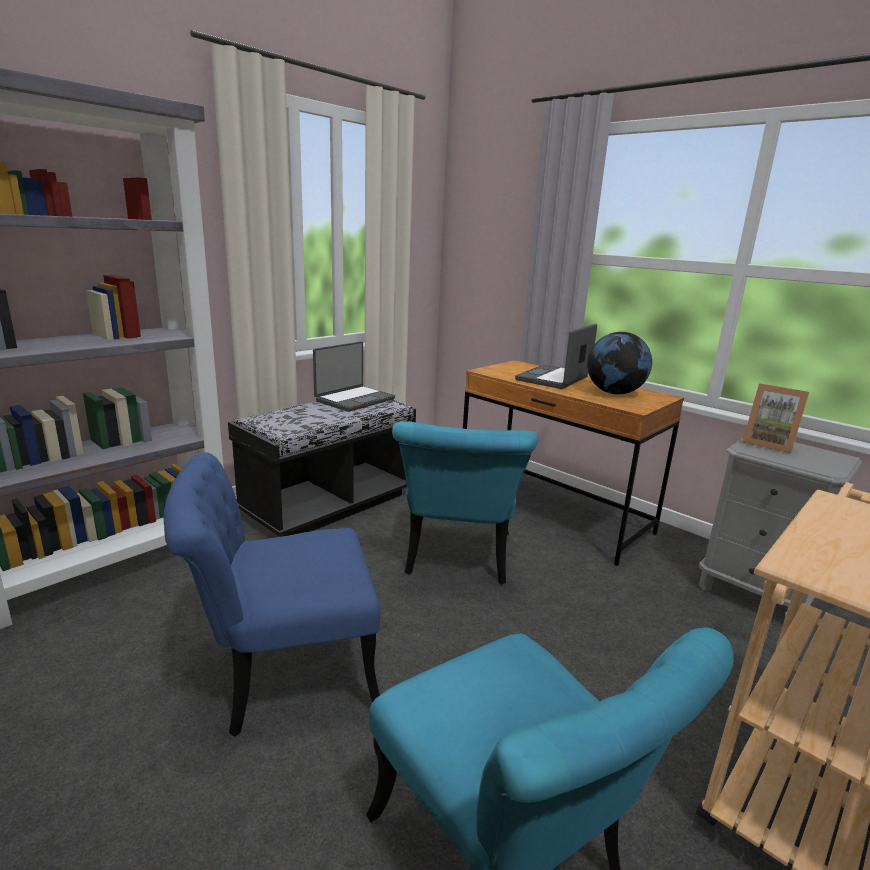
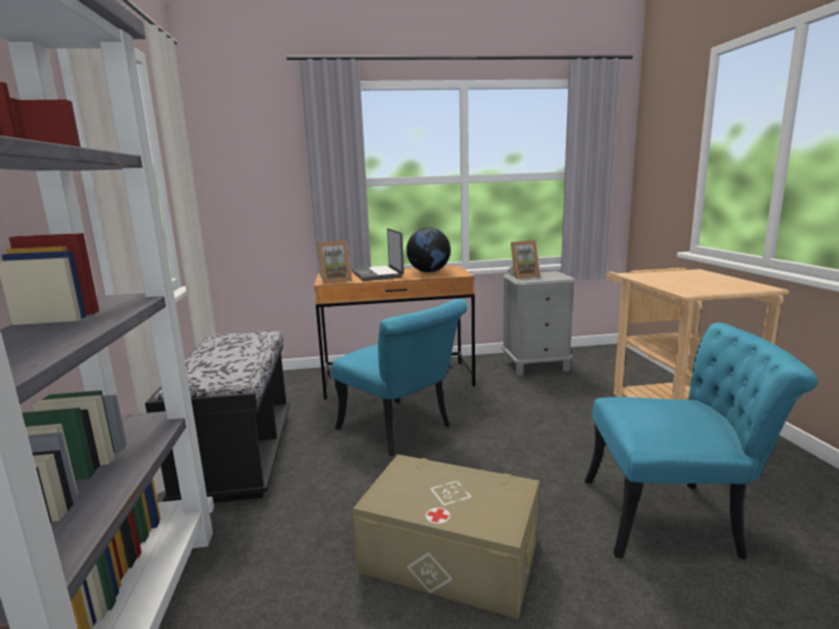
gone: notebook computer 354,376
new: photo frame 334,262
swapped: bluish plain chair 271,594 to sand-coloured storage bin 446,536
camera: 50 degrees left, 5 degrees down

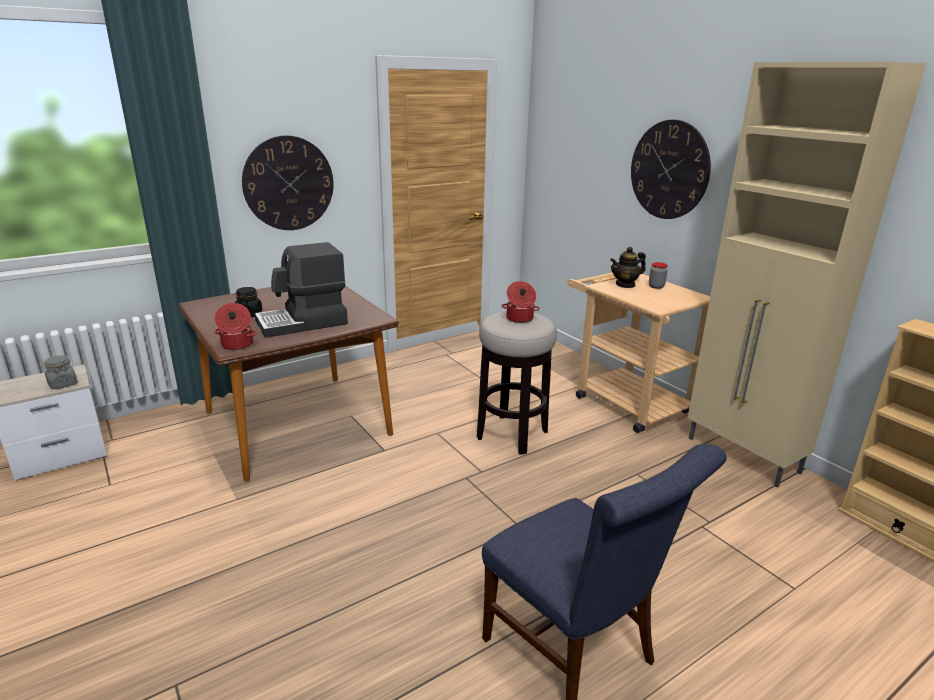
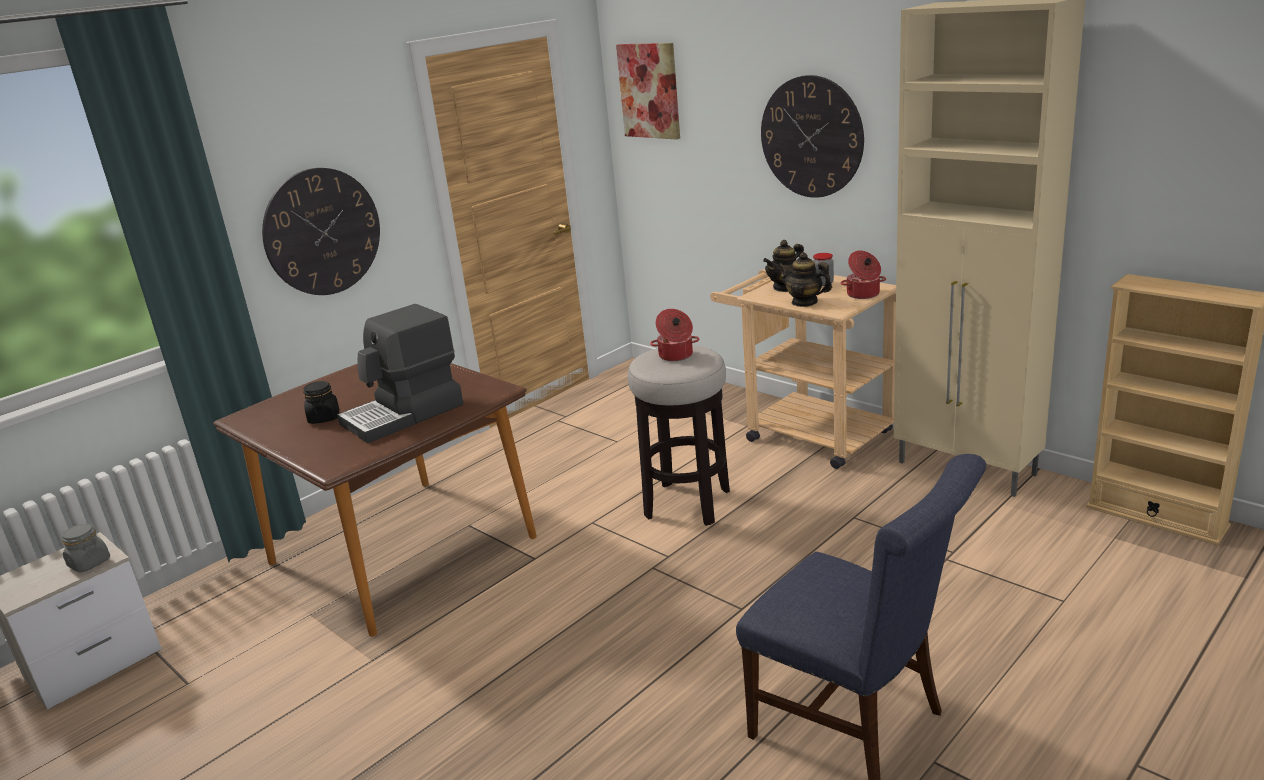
new: wall picture 648,91; teapot 805,279
shifted: cooking pot 235,326 to 863,275
camera: 10 degrees left, 0 degrees up

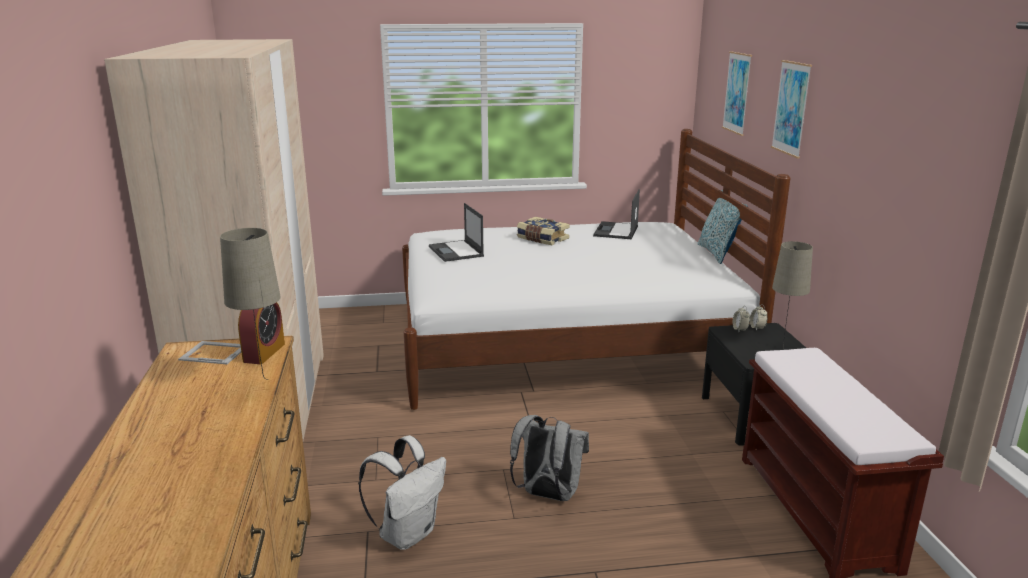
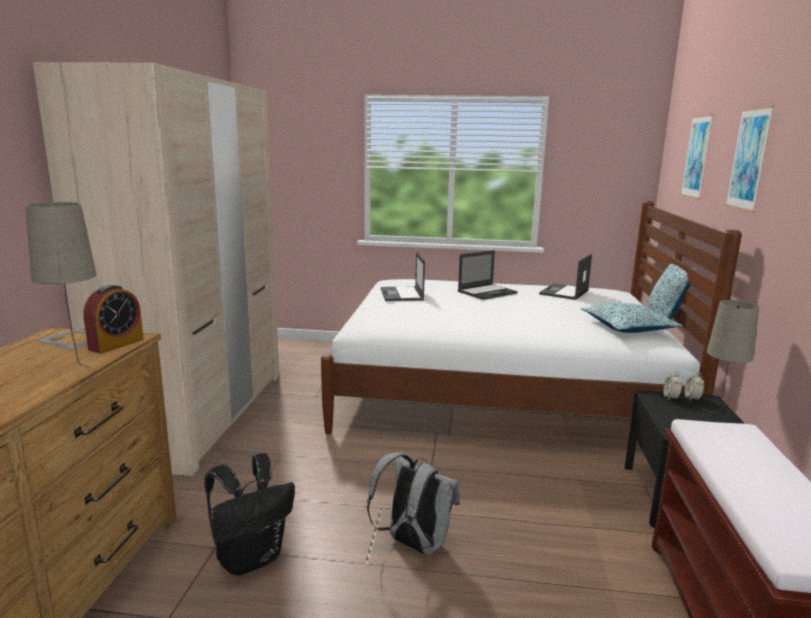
new: throw pillow 632,318
swapped: bound book 543,231 to notebook computer 488,275
repainted: white rucksack 402,492 to black rucksack 249,515
camera: 15 degrees right, 5 degrees down

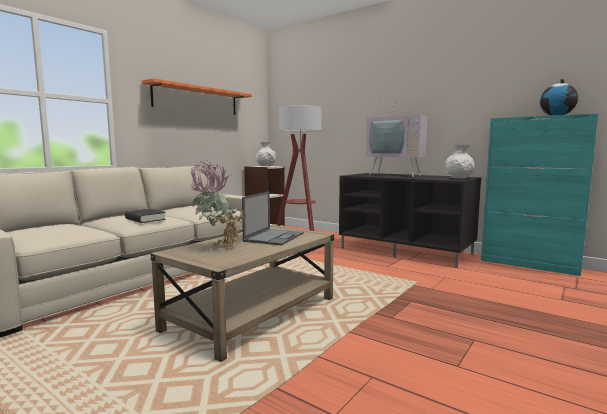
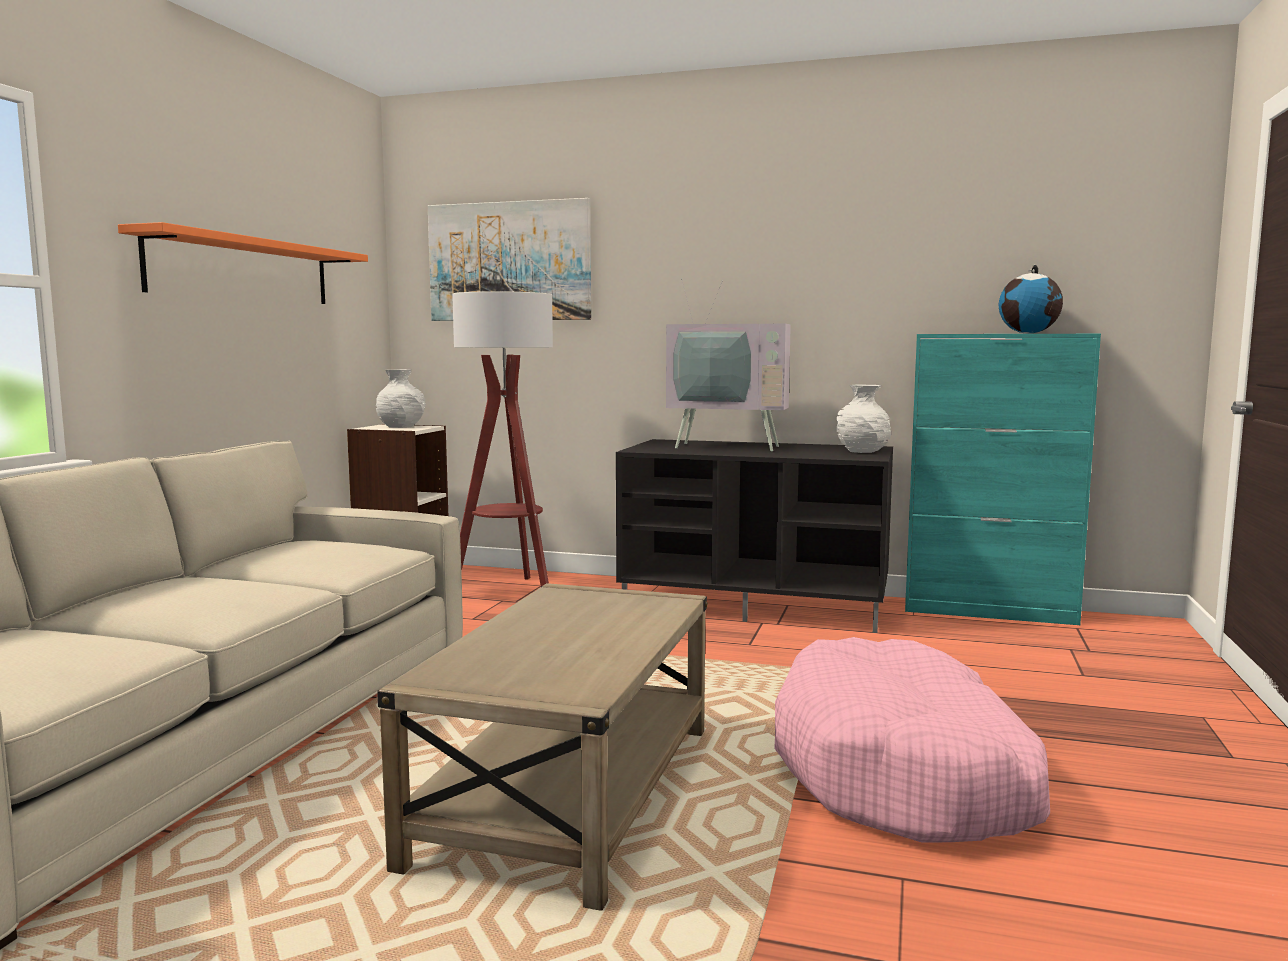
gone: plant in a pot 216,204; notebook computer 273,219; black bound book 145,216
new: wall picture 509,259; pinkish pet bed 912,739
camera: 20 degrees left, 0 degrees up

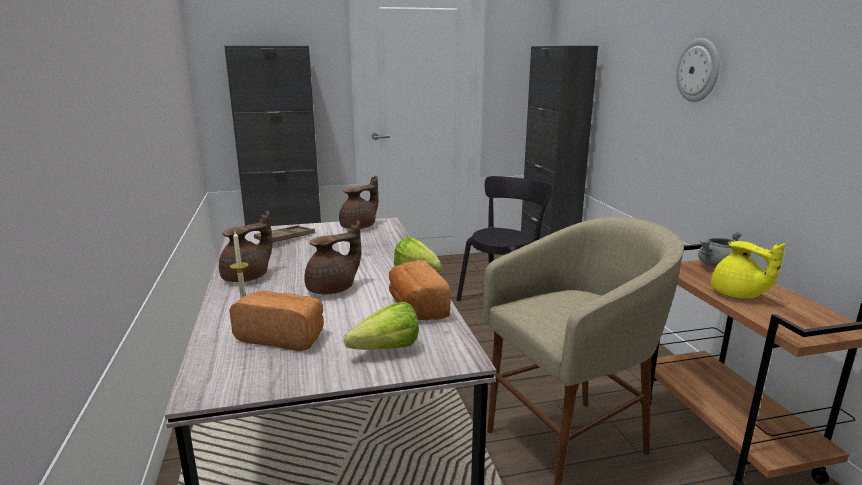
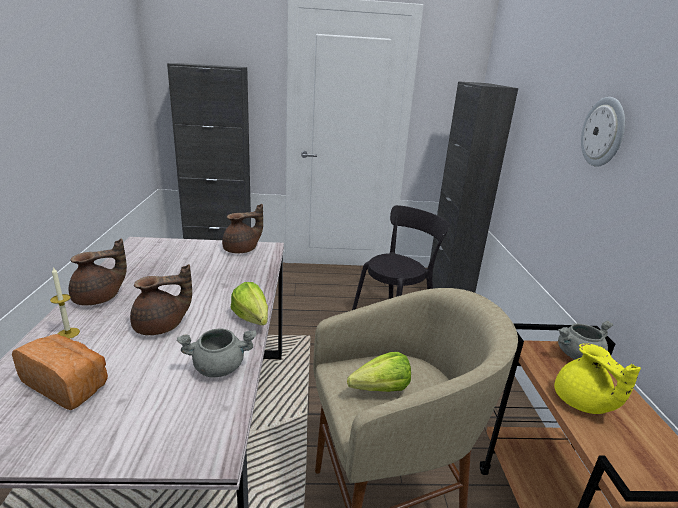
gone: brownish serving tray 284,234
shifted: lettuce head 381,326 to 379,372
swapped: bakery bread 419,290 to greyish cooking pot 216,353
camera: 10 degrees right, 5 degrees up

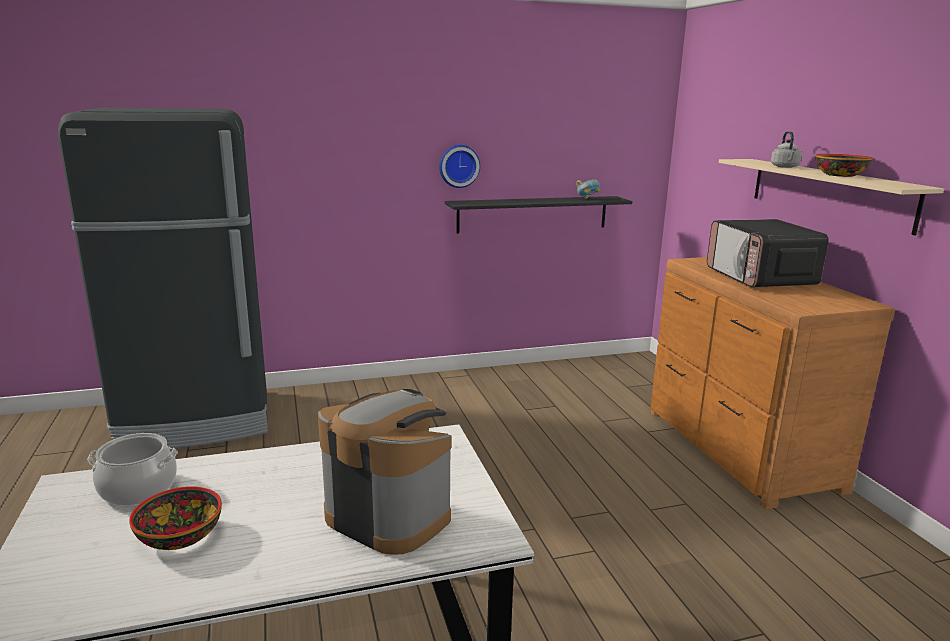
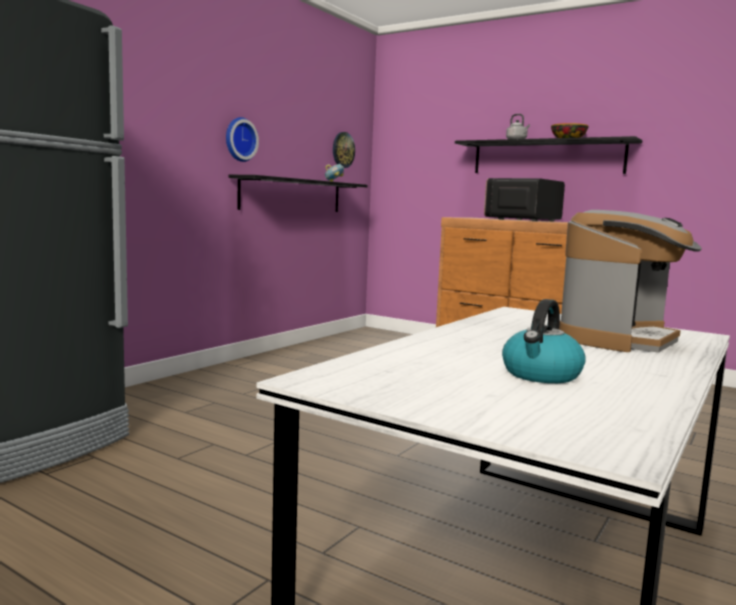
gone: cooking pot 132,469
new: hanging clock 344,150
swapped: bowl 175,518 to tea kettle 544,341
repainted: sand-coloured bracket shelf 831,197 to black bracket shelf 548,155
rotated: microwave oven 768,253 = 524,199 90 degrees clockwise; coffee maker 384,472 = 630,281 135 degrees clockwise
camera: 40 degrees left, 10 degrees down

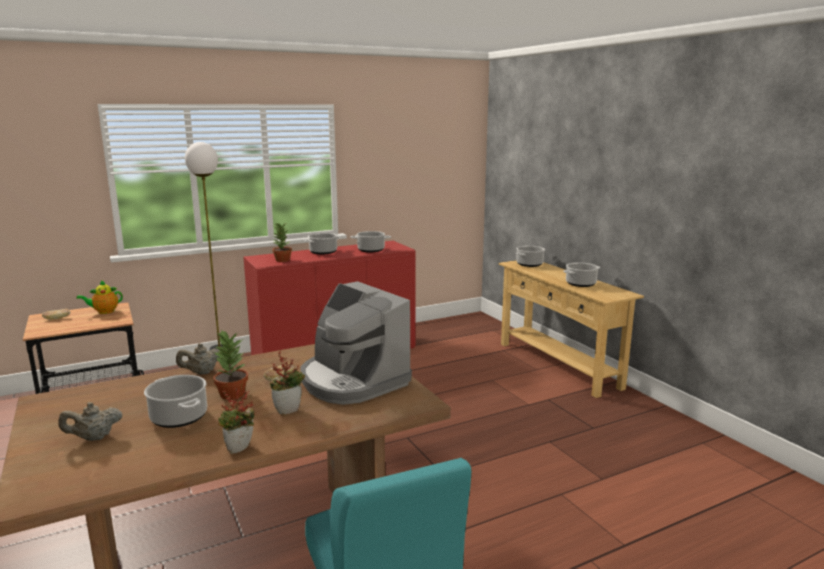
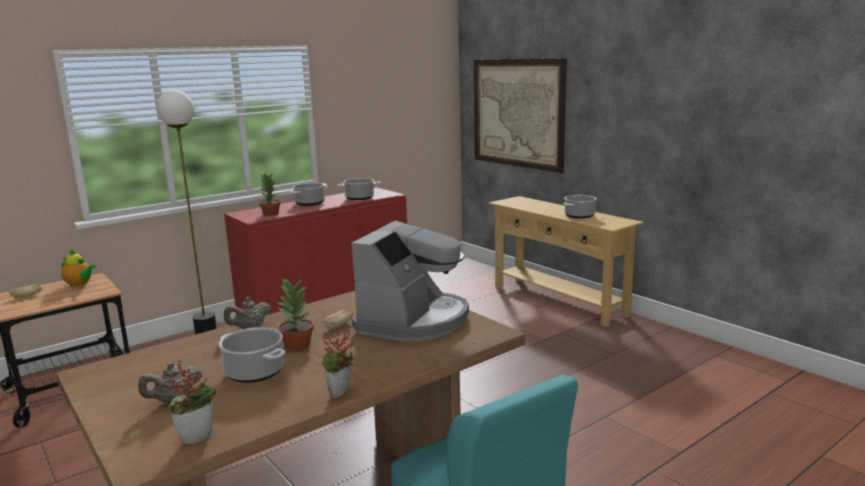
gone: cooking pot 530,256
new: wall picture 520,115
shifted: plant in a pot 287,382 to 192,402
rotated: teapot 99,297 = 78,268 120 degrees counterclockwise; coffee maker 356,343 = 410,280 105 degrees counterclockwise
camera: 10 degrees left, 0 degrees up

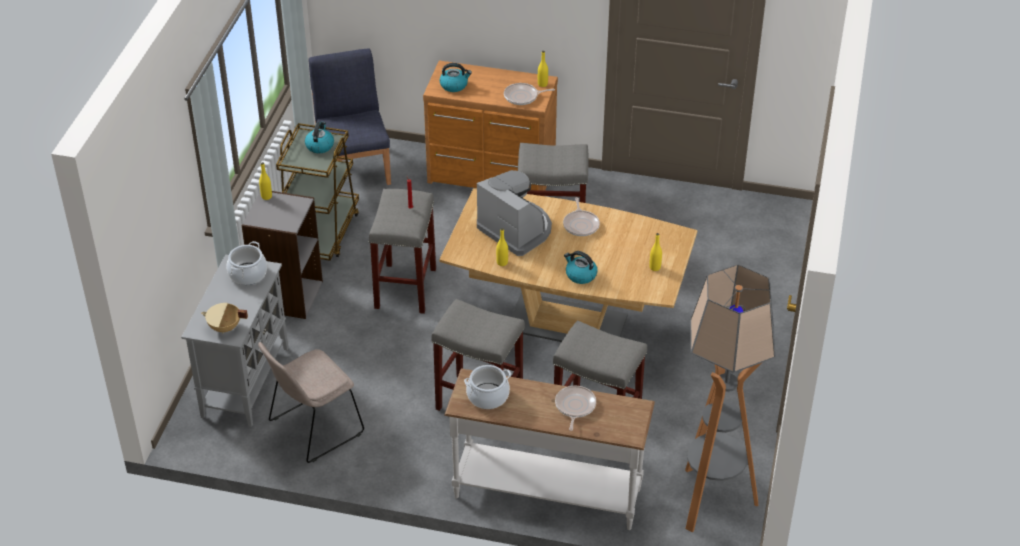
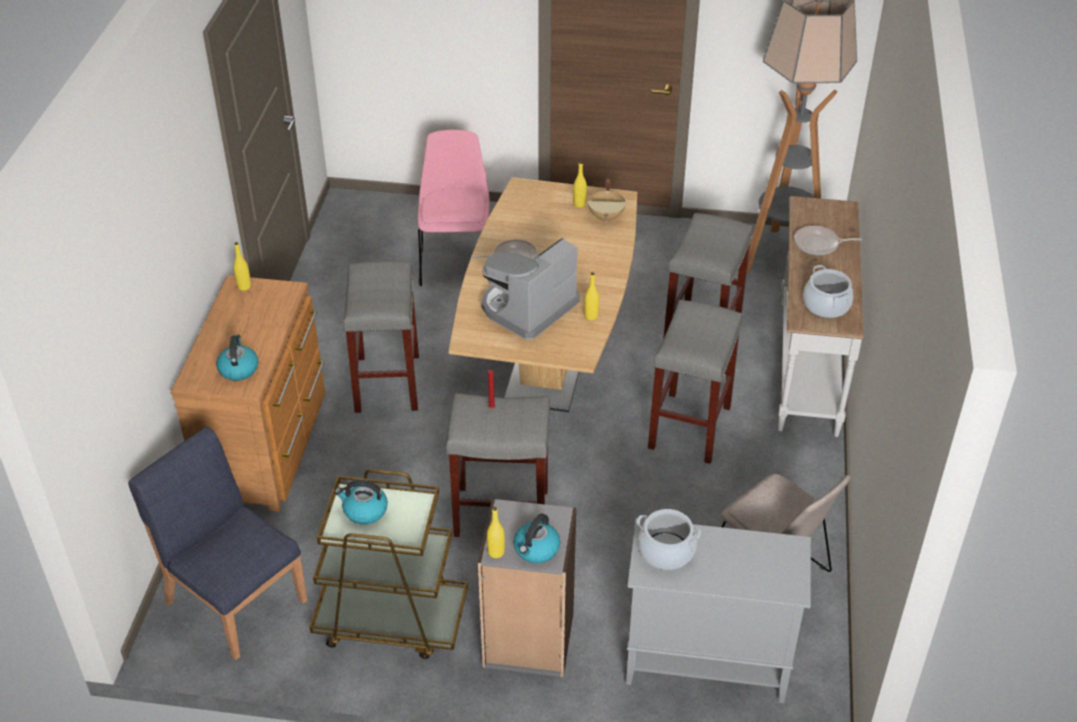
gone: skillet 529,94
new: pinkish plain chair 454,208
shifted: tea kettle 581,267 to 537,538; sand-coloured cooking pot 224,318 to 607,200
rotated: bluish plain chair 350,116 = 218,543 60 degrees clockwise
camera: 95 degrees left, 0 degrees up

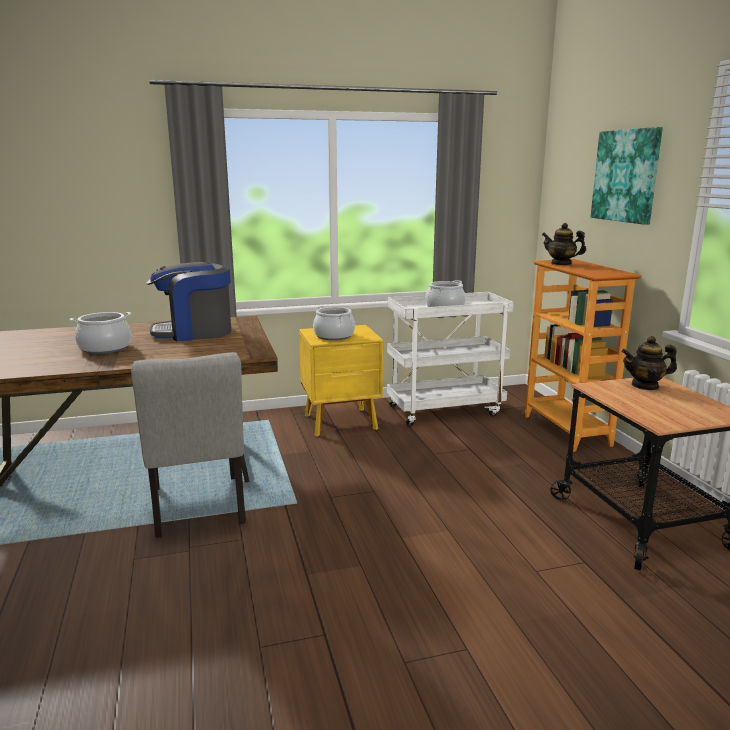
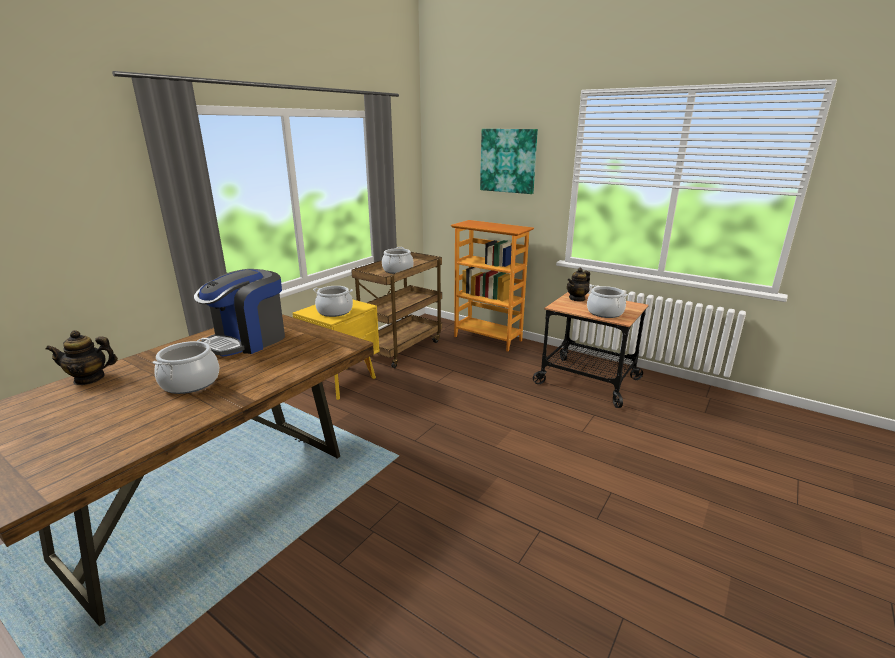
gone: greyish plain chair 188,444
new: cooking pot 607,301
shifted: teapot 564,244 to 82,357
repainted: white trolley 450,359 to brownish trolley 396,310
camera: 40 degrees left, 5 degrees up

